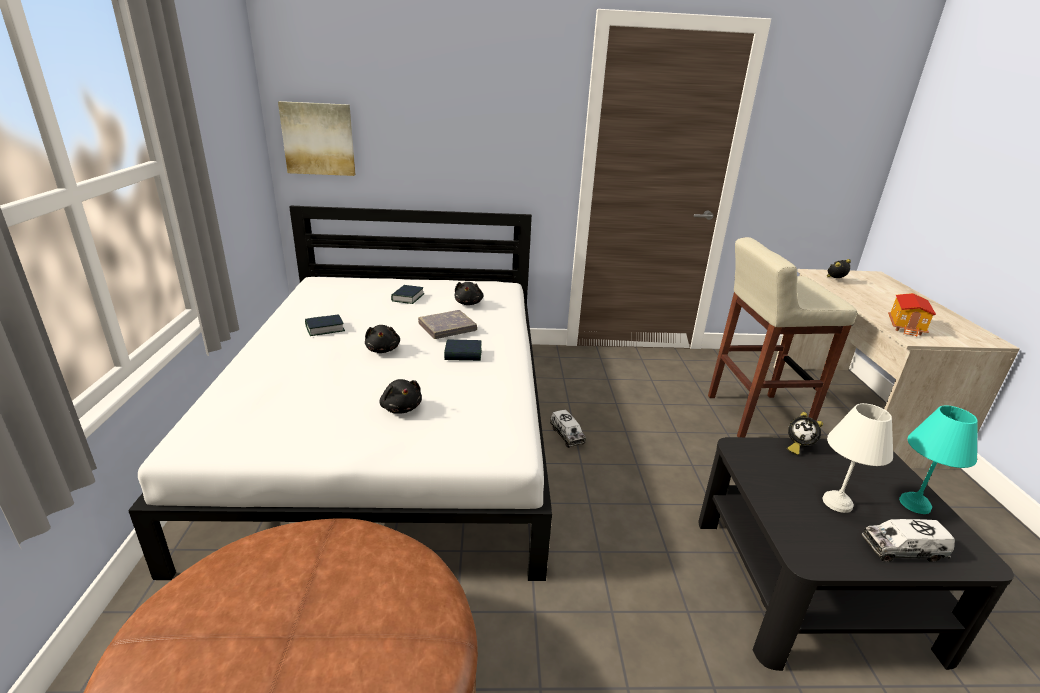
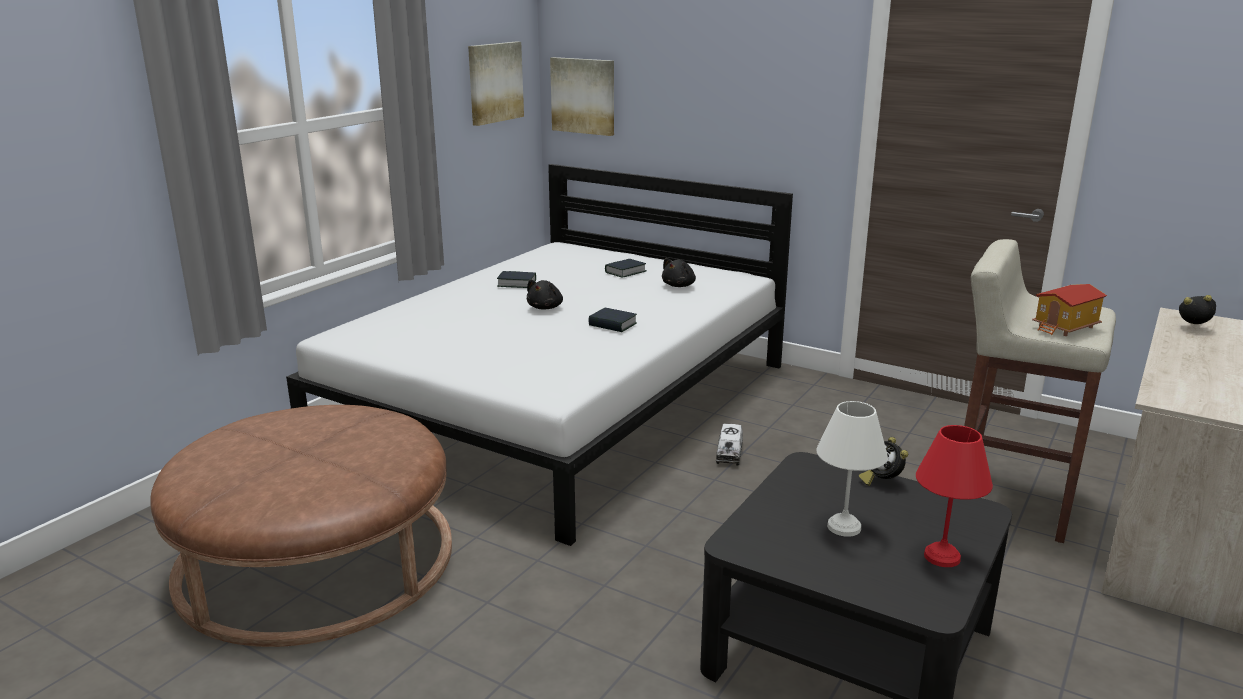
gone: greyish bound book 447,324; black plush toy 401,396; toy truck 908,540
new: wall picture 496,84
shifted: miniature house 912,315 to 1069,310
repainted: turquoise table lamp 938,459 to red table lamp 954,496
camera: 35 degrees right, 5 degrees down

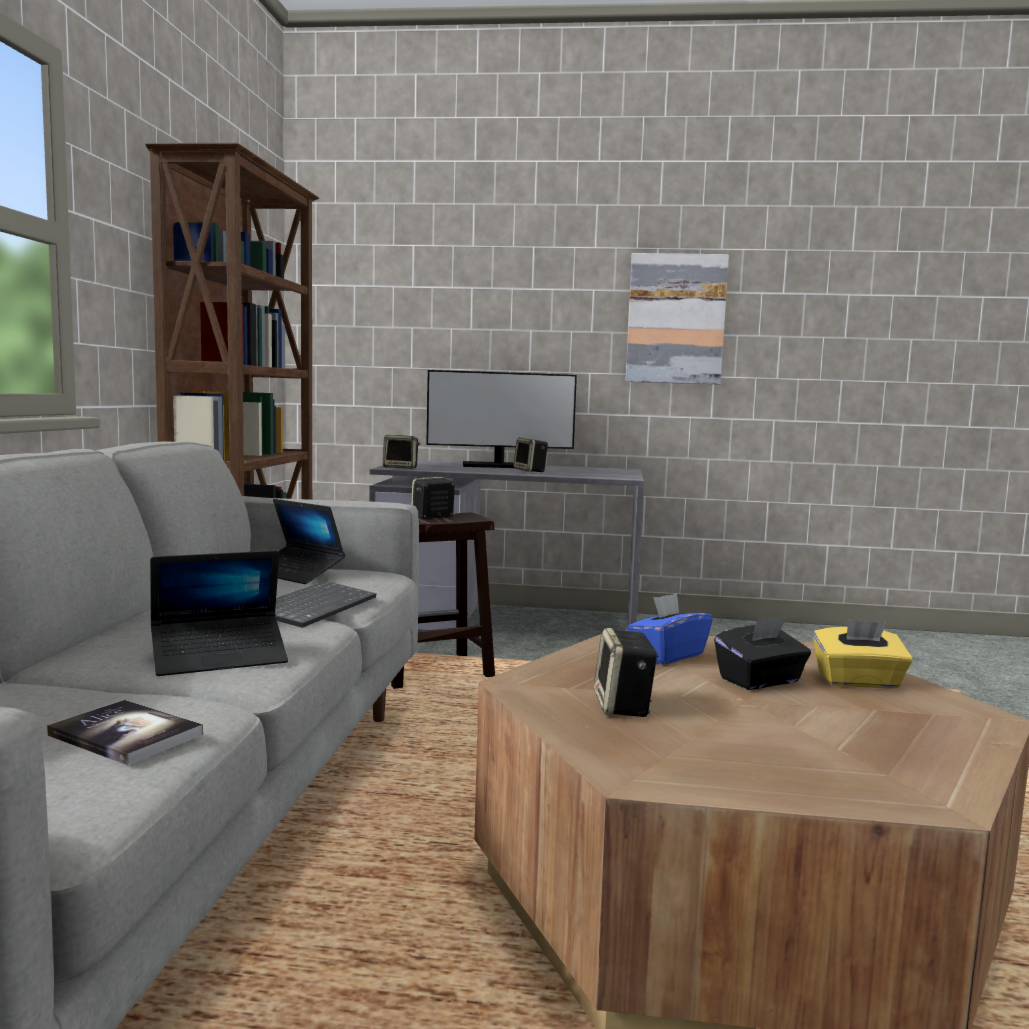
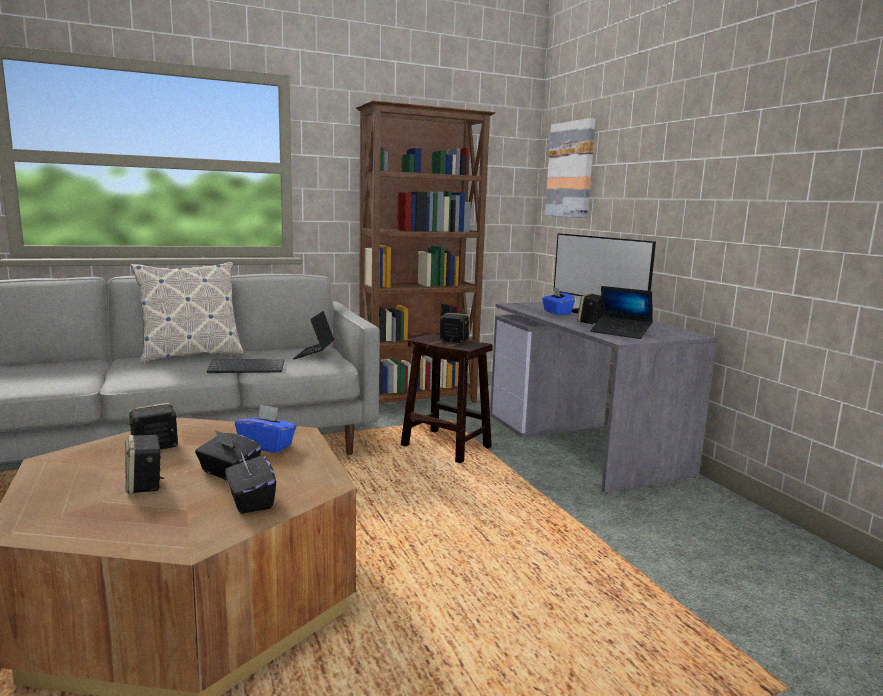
gone: bound book 125,732
new: throw pillow 187,312; bluish tissue box 558,301
shifted: wall picture 677,319 to 570,168; speaker 401,452 to 145,464; notebook computer 219,613 to 621,312
repainted: yellowish tissue box 863,654 to black tissue box 250,483
camera: 60 degrees right, 5 degrees up

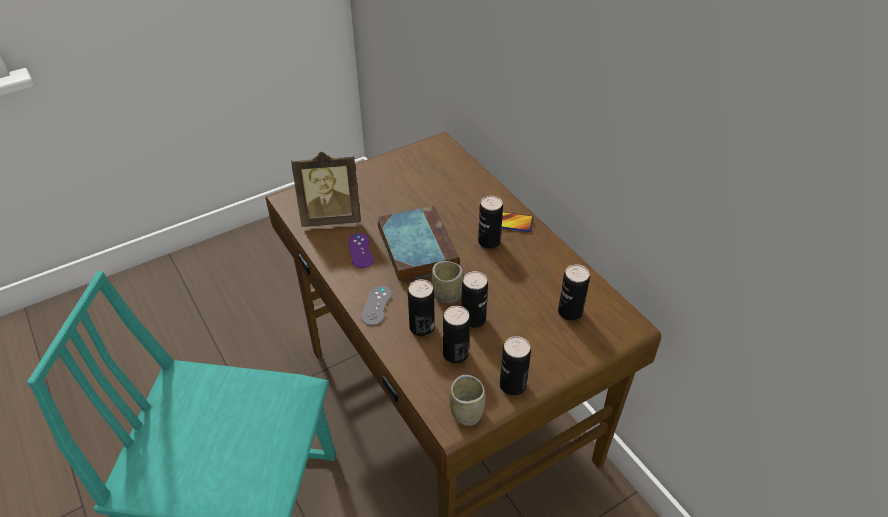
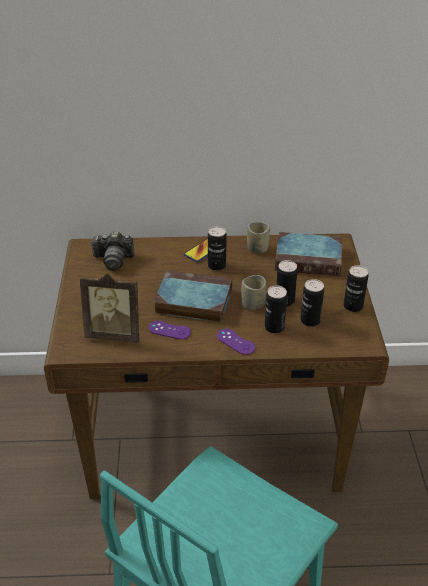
new: still camera 112,251
shifted: drinking cup 467,400 to 258,237
swapped: can 574,292 to bound book 308,254
repainted: greyish joypad 376,306 to purplish joypad 236,342
rotated: photo frame 326,189 = 109,308 75 degrees clockwise
camera: 60 degrees left, 5 degrees down

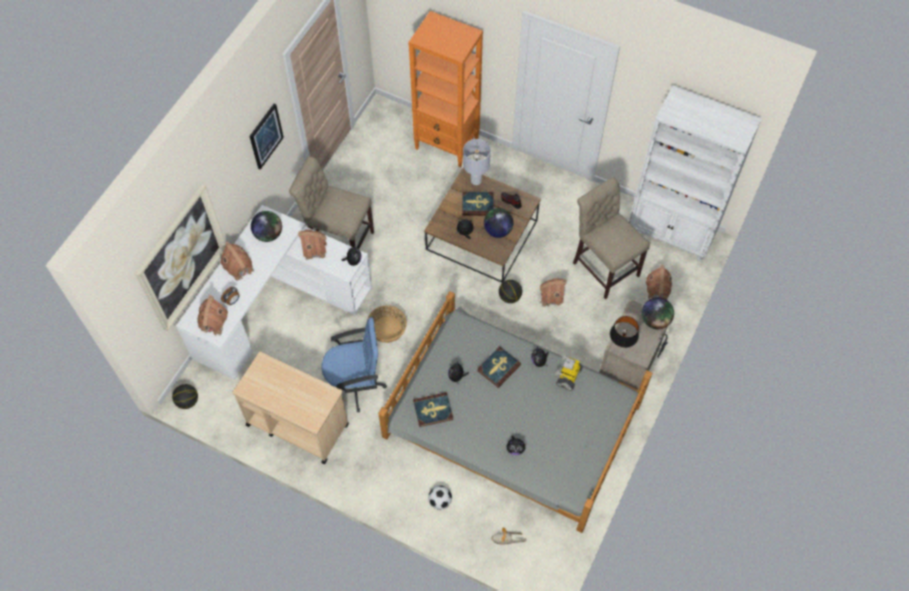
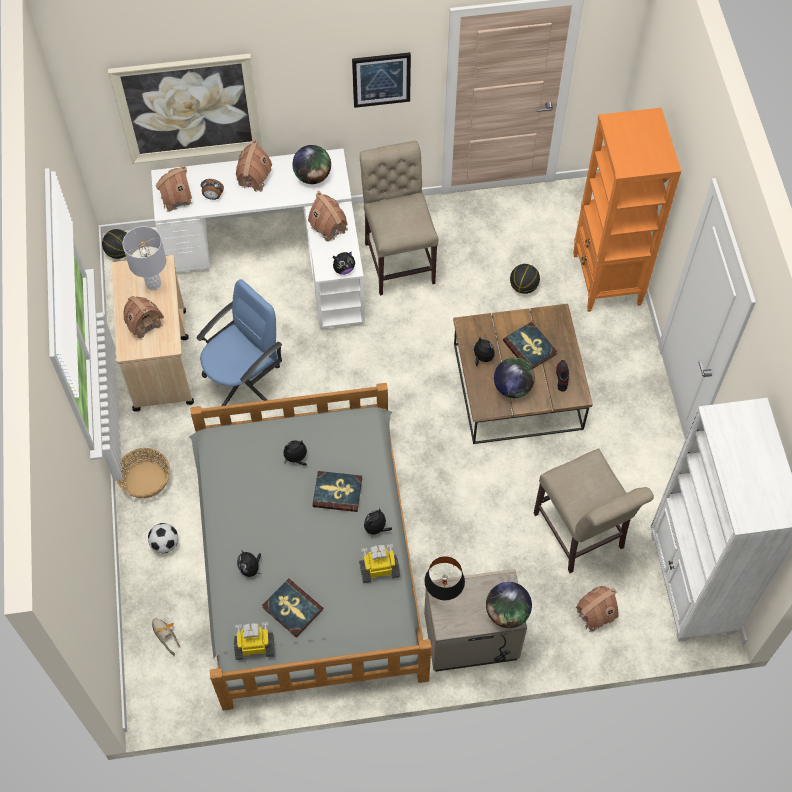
new: model robot 254,641
shifted: greyish table lamp 477,162 to 144,258; miniature house 553,292 to 144,318; basketball 510,291 to 525,279; storage basket 387,324 to 143,473; bound book 433,409 to 292,607
rotated: sand-coloured plain chair 611,238 = 594,510 135 degrees clockwise; bluish computer chair 354,364 = 239,342 90 degrees counterclockwise
camera: 55 degrees right, 0 degrees up

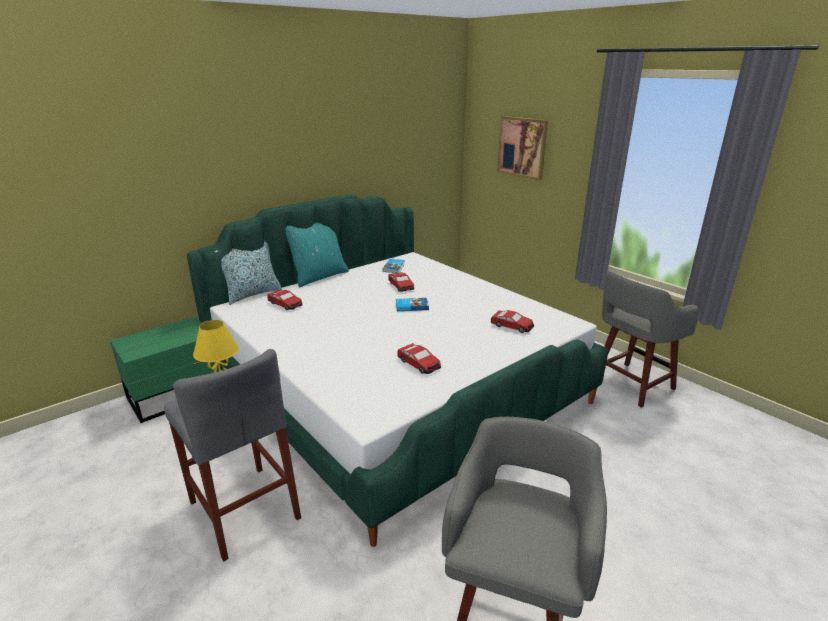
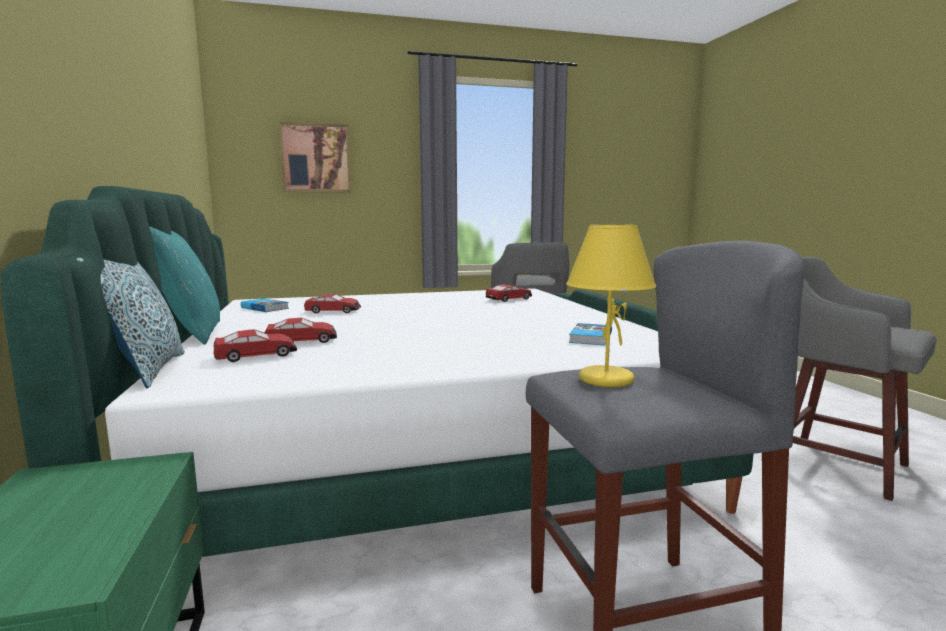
shifted: bound book 412,304 to 590,334; miniature car 419,358 to 301,330
camera: 65 degrees left, 15 degrees down

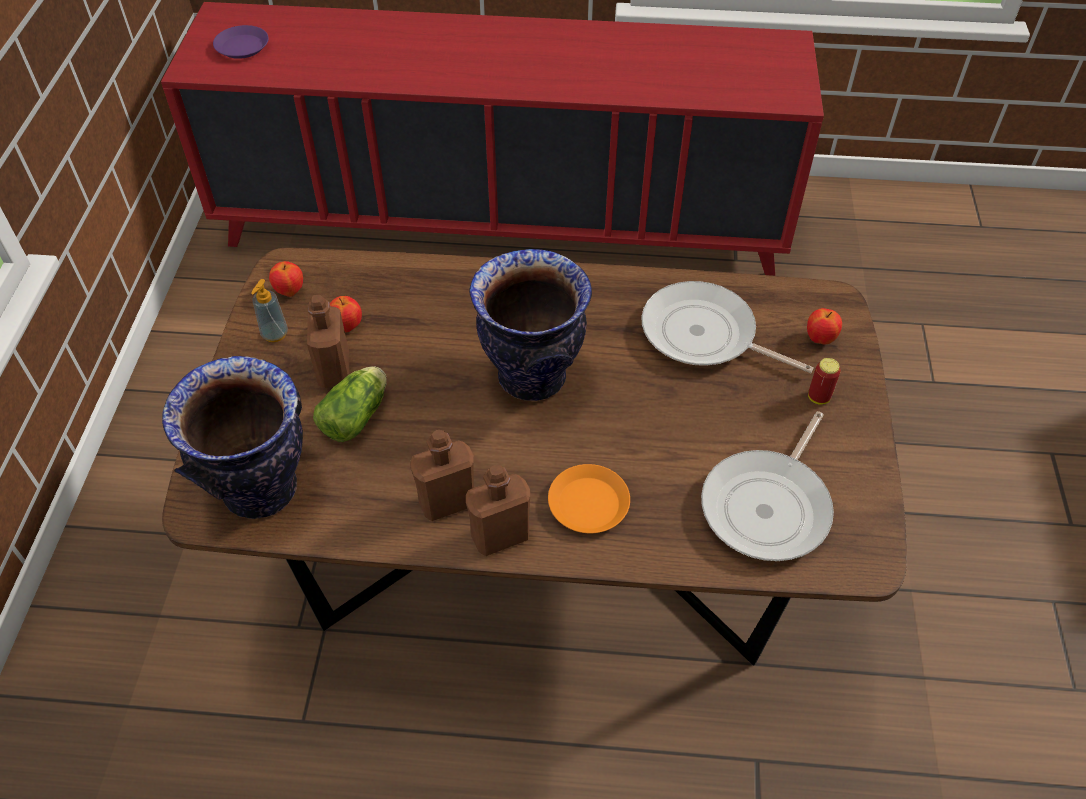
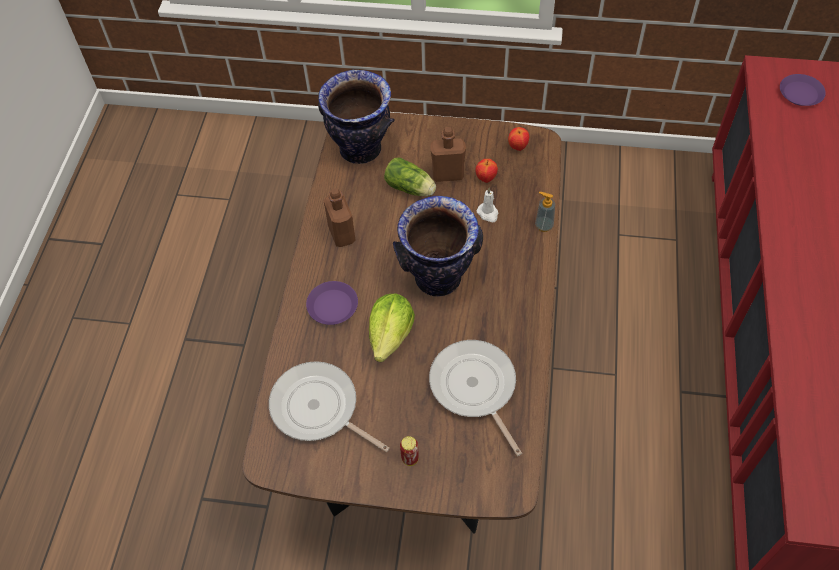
gone: whole apple 824,326; brownish beverage bottle 498,510
new: white candle 487,205; lettuce head 392,328
shifted: soap dispenser 269,310 to 545,212
repainted: orange-coloured dinner plate 589,498 to purplish dinner plate 332,303
rotated: skillet 727,327 = 475,398 60 degrees counterclockwise
camera: 95 degrees right, 5 degrees up

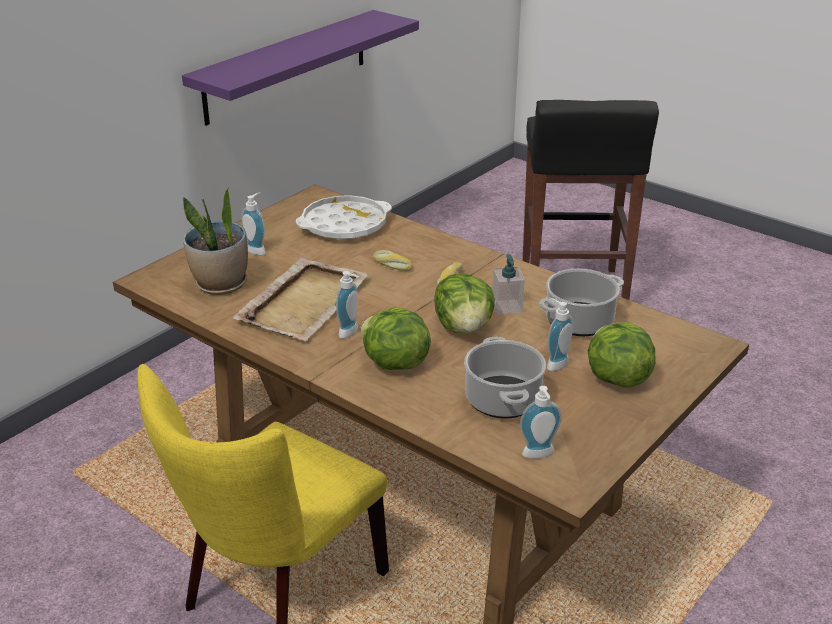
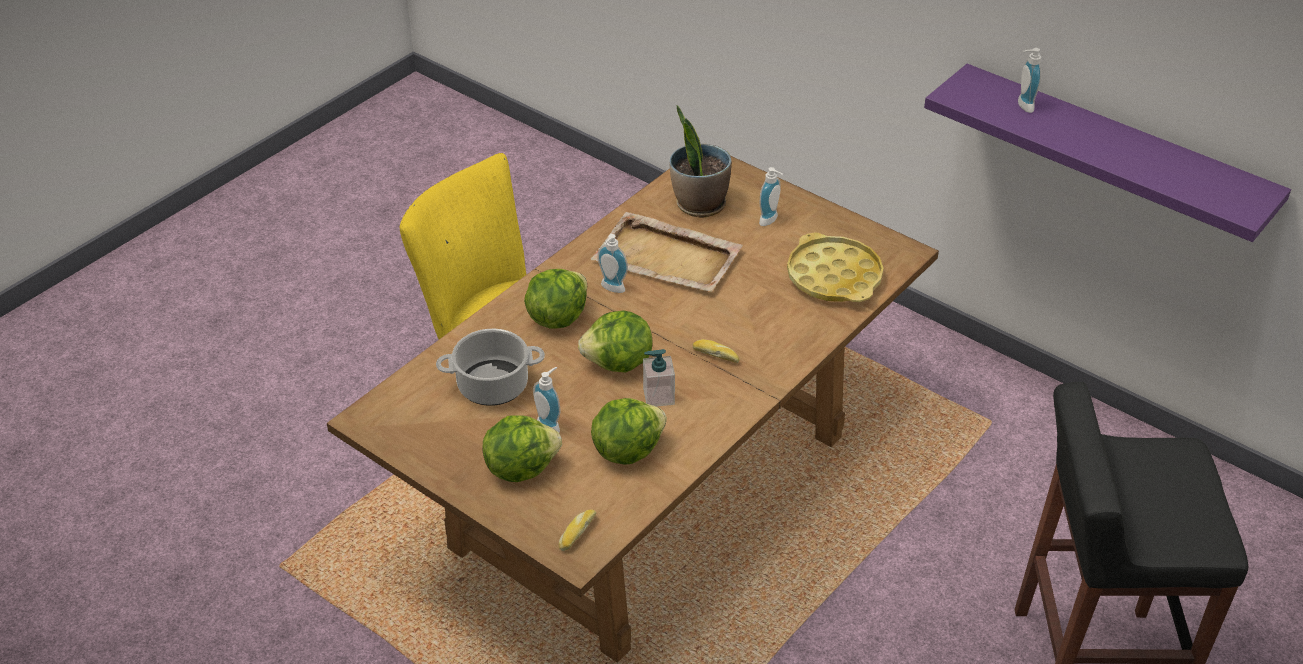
shifted: bakery bread 392,260 to 578,530; soap dispenser 541,422 to 1030,80
swapped: cooking pot 581,302 to lettuce head 629,431
repainted: white serving tray 344,217 to yellowish serving tray 835,267
camera: 90 degrees right, 10 degrees up

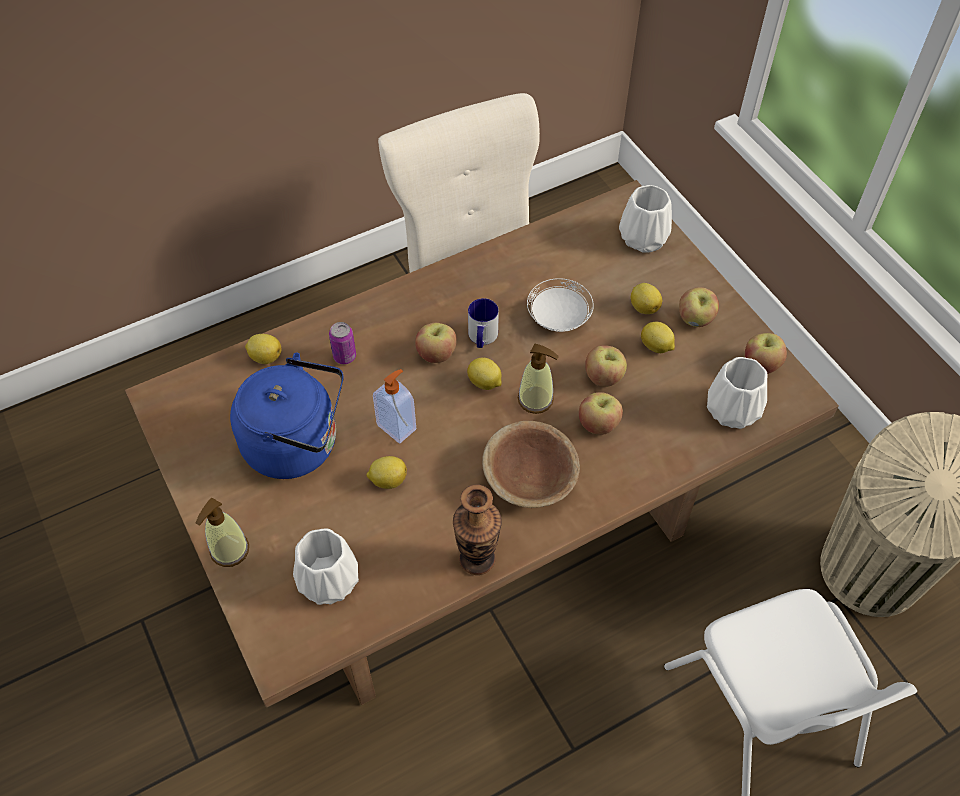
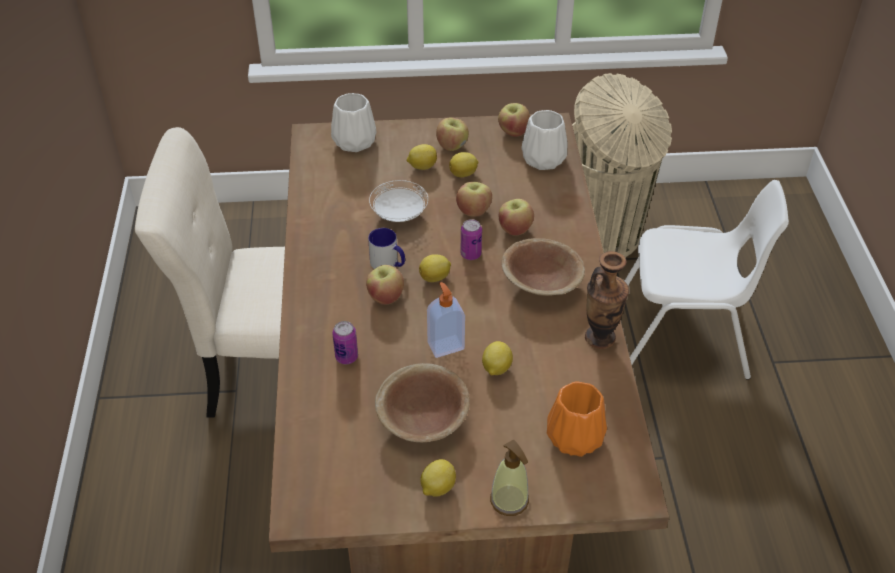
shifted: citrus fruit 263,349 to 438,478
swapped: soap dispenser 538,379 to can 471,239; bluish tea kettle 287,415 to brownish bowl 422,402
repainted: white flower vase 326,566 to orange-coloured flower vase 577,419
camera: 65 degrees left, 10 degrees down

